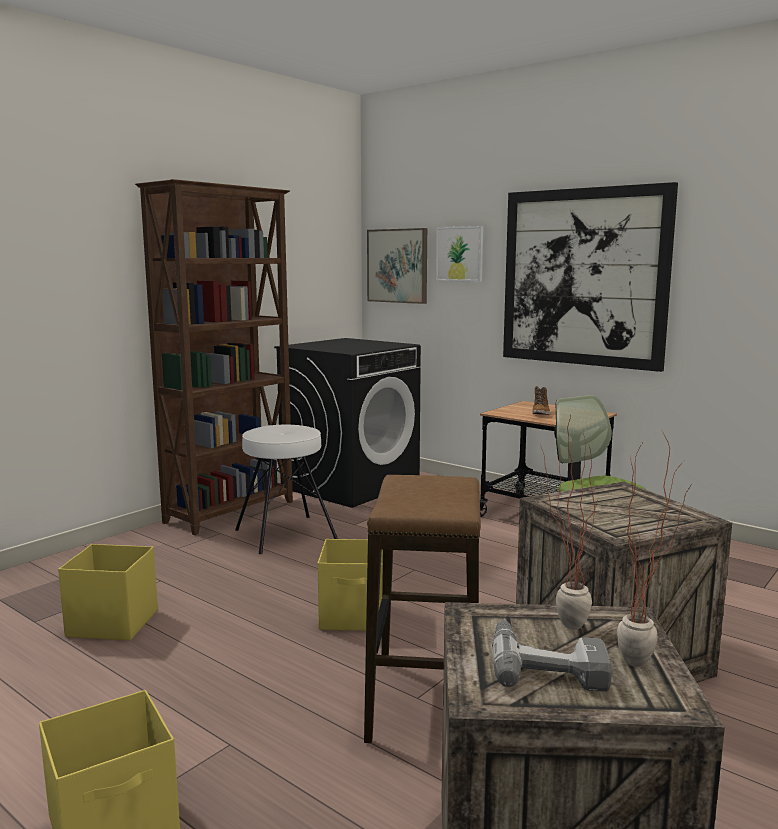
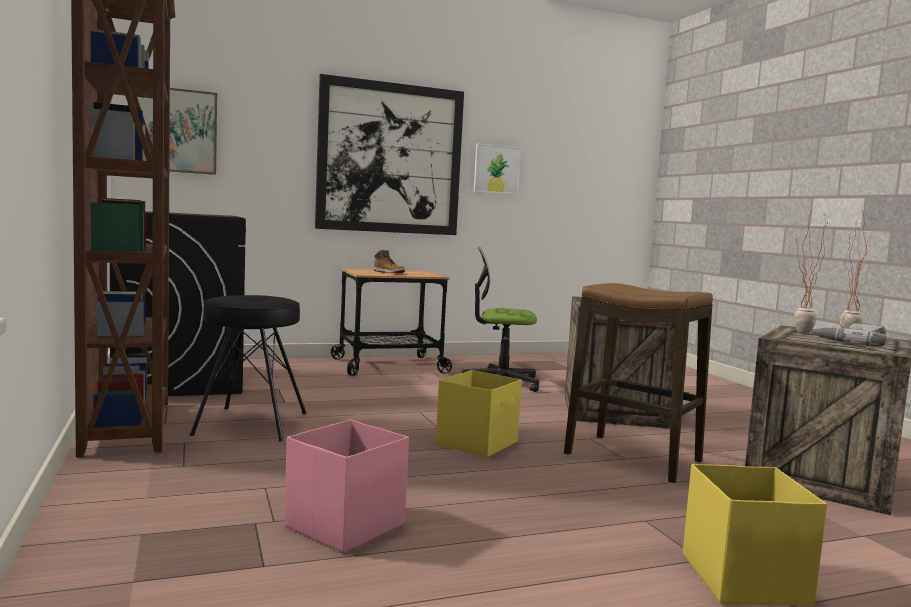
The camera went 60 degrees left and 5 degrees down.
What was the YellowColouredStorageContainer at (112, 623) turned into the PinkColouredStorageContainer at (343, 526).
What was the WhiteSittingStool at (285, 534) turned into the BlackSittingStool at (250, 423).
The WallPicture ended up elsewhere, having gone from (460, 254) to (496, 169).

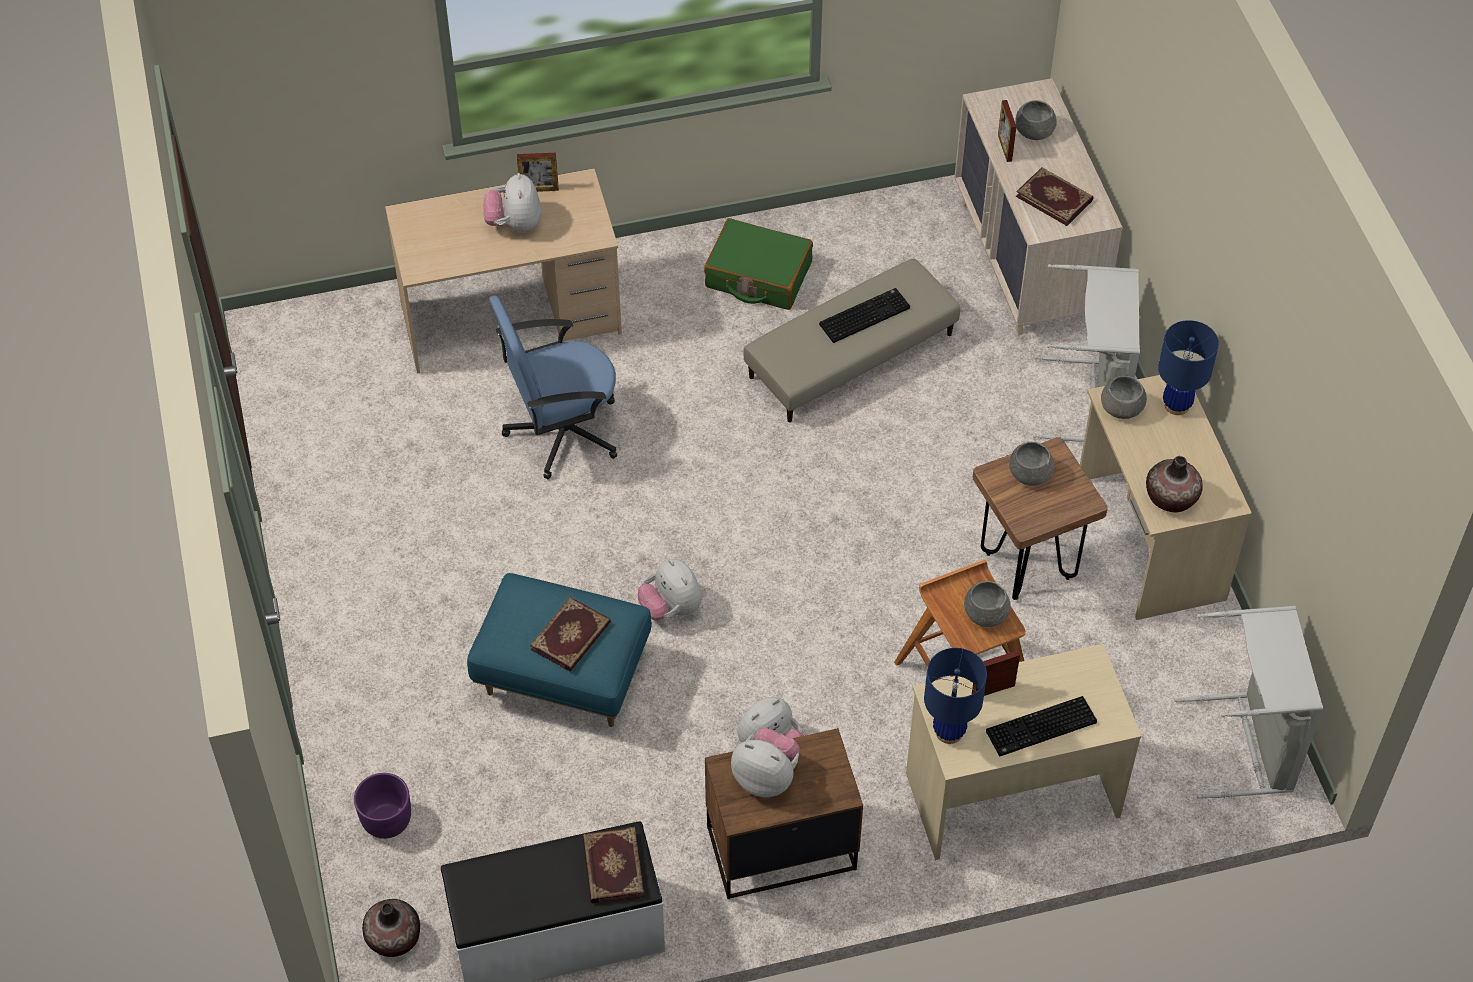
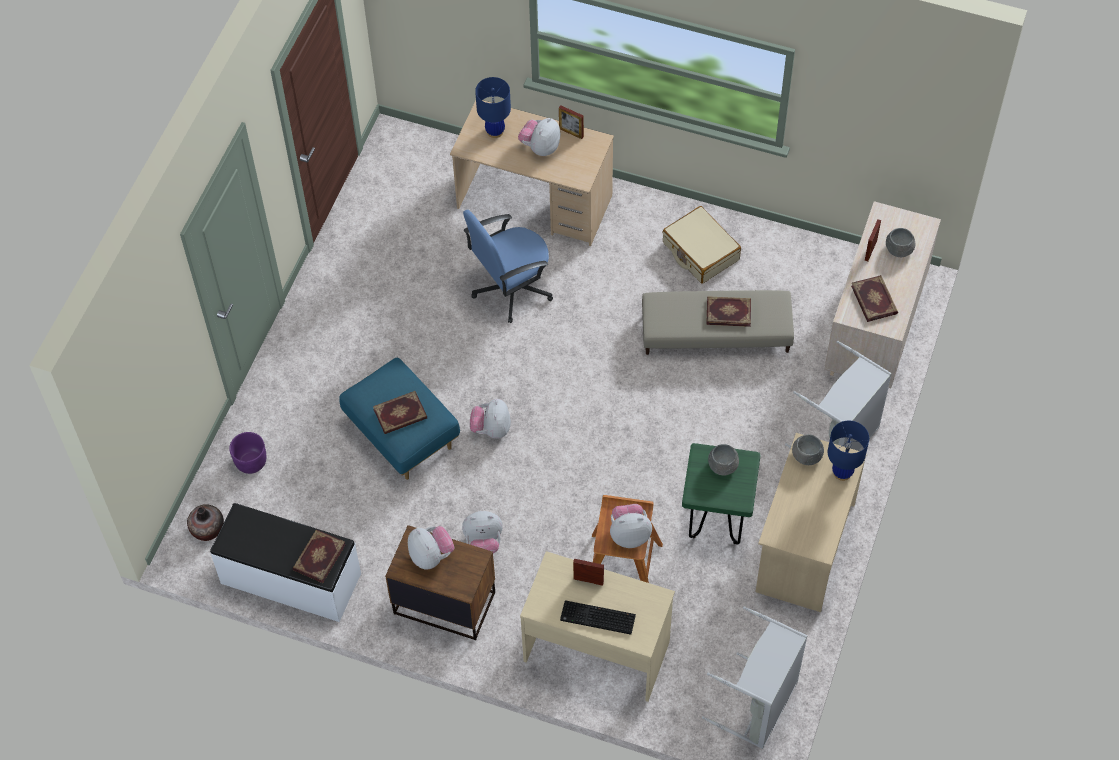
The camera went 35 degrees right and 5 degrees up.
The BluishComputerChair at (561, 432) ended up facing another way, 45 degrees counterclockwise from before.
What was the GreenishTravelCase at (758, 275) turned into the BeigeTravelCase at (700, 251).
Where the PcKeyboard stood at (864, 315), the Book came to stand at (728, 312).
The BluishTableLamp ended up elsewhere, having gone from (948, 731) to (495, 131).
Where the GreyServingBowl stood at (986, 614), the SoftToy came to stand at (629, 534).
What was the BrownColouredSittingStool at (1027, 566) turned into the GreenishSittingStool at (716, 521).
The second view lost the Vase at (1170, 498).

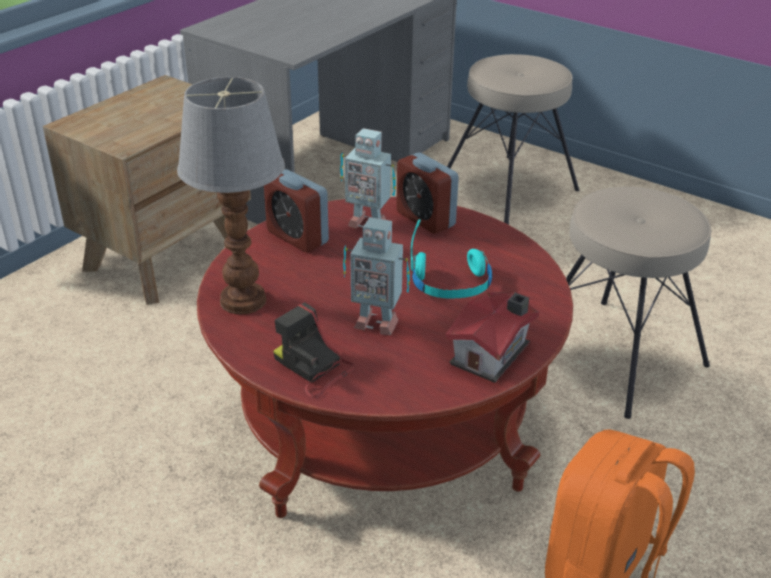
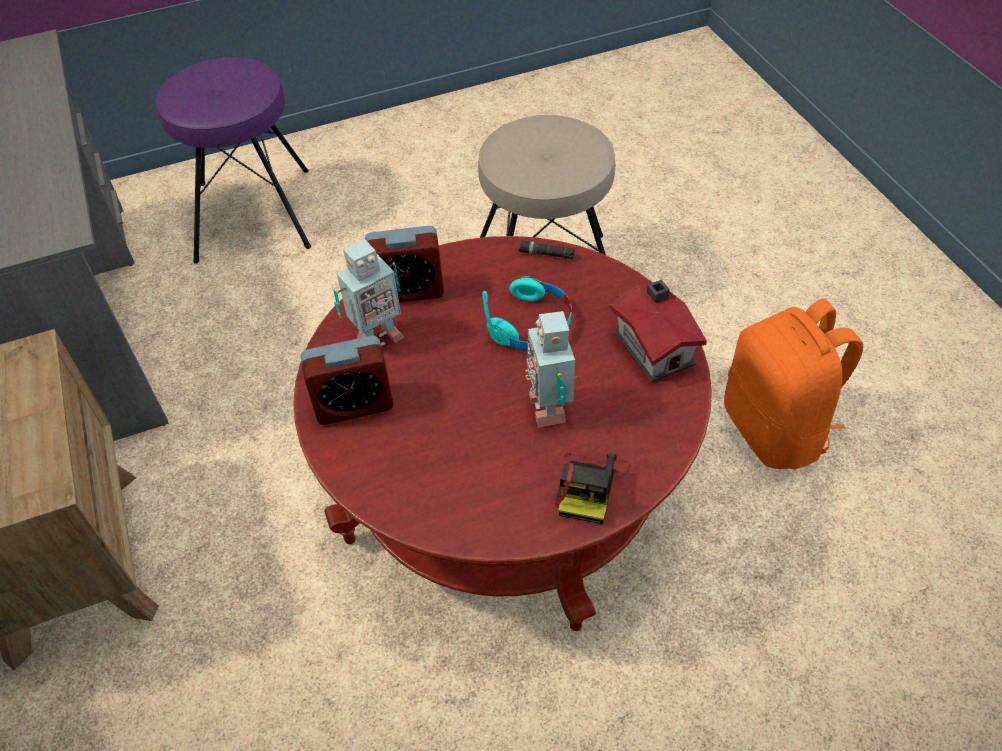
The camera went 55 degrees left and 15 degrees up.
The second view lost the TableLamp at (244, 299).
The StillCamera at (313, 368) ended up facing another way, 60 degrees counterclockwise from before.
The RobotFigure at (375, 322) ended up facing another way, 120 degrees clockwise from before.
What was the BeigeSittingStool at (509, 189) turned into the PurpleSittingStool at (255, 214).
The second view gained the BlackHandTorch at (546, 254).

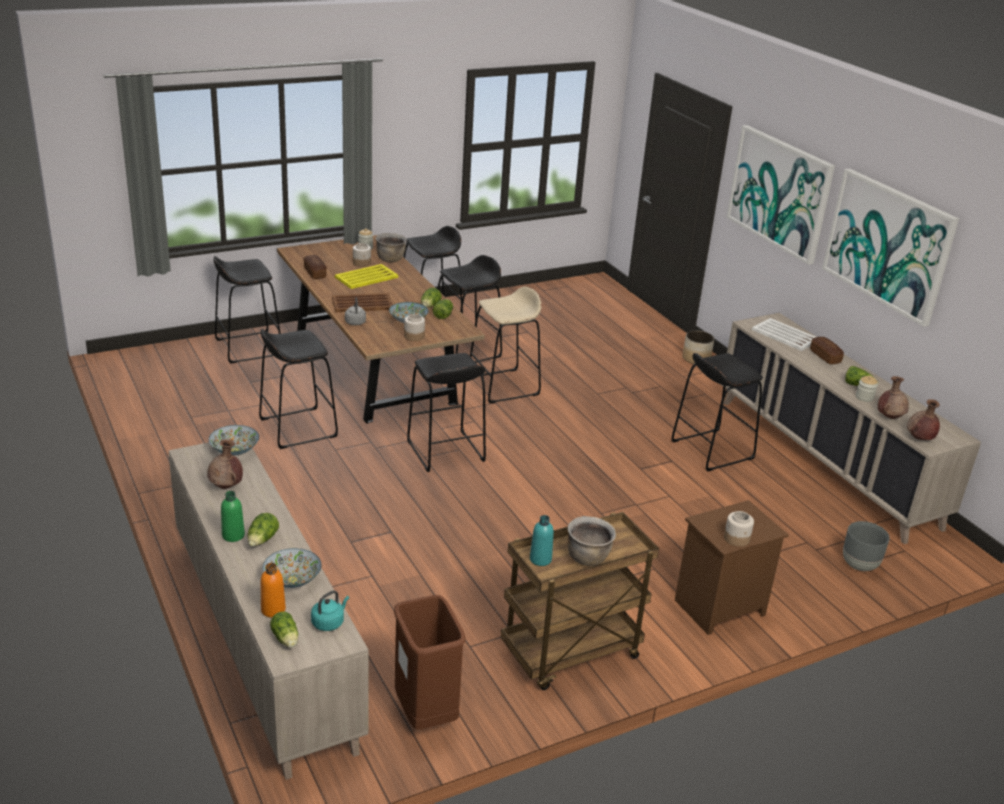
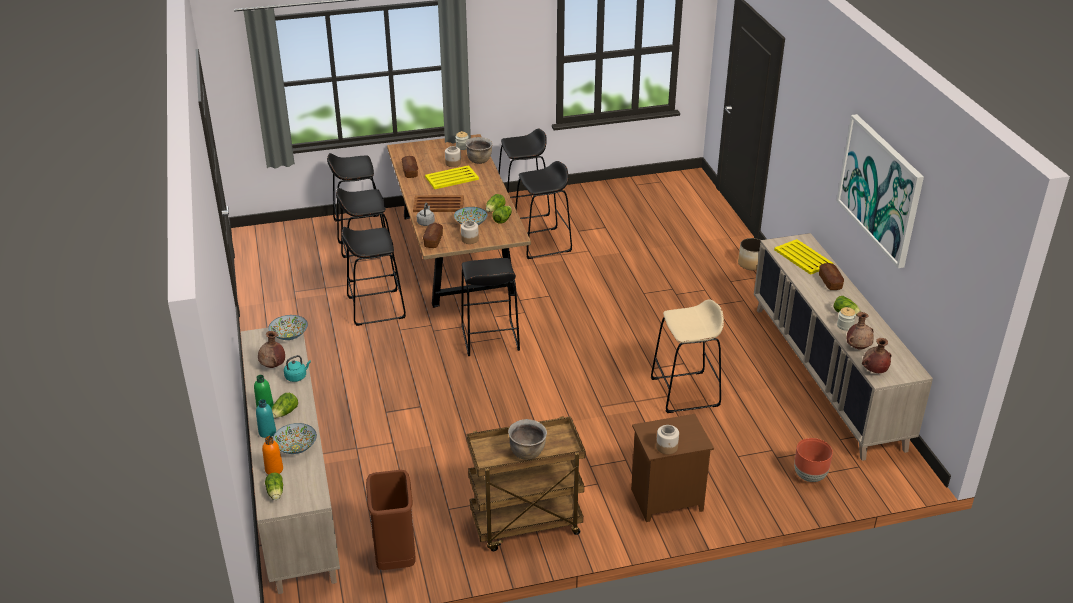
The camera went 15 degrees right and 5 degrees up.
The TurquoiseColouredWaterKettle ended up elsewhere, having gone from (329, 622) to (297, 376).
The BeigeSittingStool ended up elsewhere, having gone from (503, 386) to (685, 392).
The TurquoiseColouredDrinkBottle ended up elsewhere, having gone from (540, 559) to (267, 432).
The BlackSittingStool ended up elsewhere, having gone from (711, 450) to (369, 266).
The second view lost the WallPicture at (779, 192).
What was the WhiteTray at (785, 335) turned into the YellowColouredTray at (803, 258).
What was the GreyPlanter at (859, 565) turned into the BrownColouredPlanter at (809, 475).
The second view gained the Bread at (433, 240).

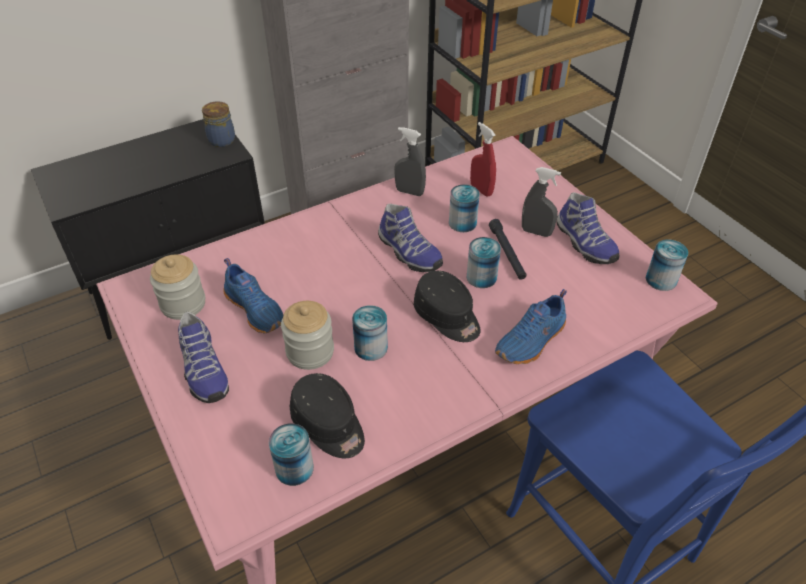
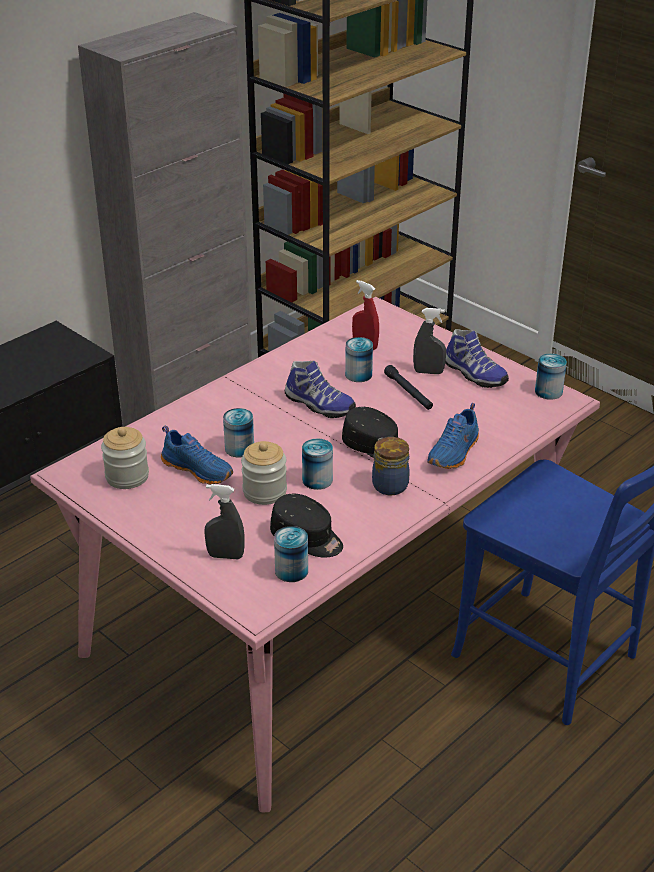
The camera went 15 degrees left and 10 degrees down.
The second view lost the LowShoe at (203, 371).
The StorageJar ended up elsewhere, having gone from (221, 139) to (389, 484).
The GreySprayBottle ended up elsewhere, having gone from (409, 192) to (225, 556).
The MetalCan ended up elsewhere, having gone from (481, 277) to (239, 448).

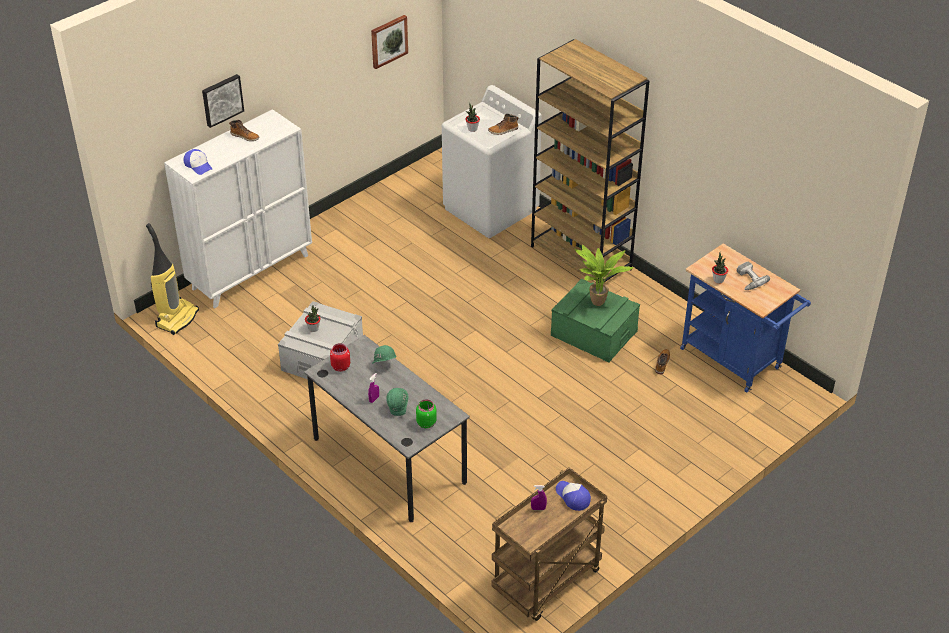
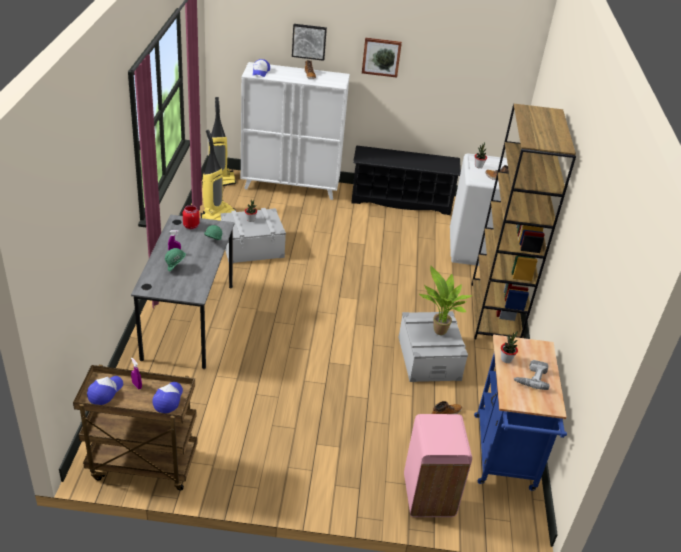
The camera went 45 degrees right and 5 degrees down.
The WallPicture ended up elsewhere, having gone from (388, 41) to (381, 57).
The second view lost the GreenishStorageJar at (426, 423).
What was the GreenishStorageContainer at (593, 333) turned into the GreyStorageContainer at (429, 358).
The second view gained the PeakedCap at (105, 392).
The second view gained the Hoover at (217, 215).
The second view gained the BlackShoeRack at (401, 200).
The second view gained the PinkColouredRubbishBin at (428, 496).

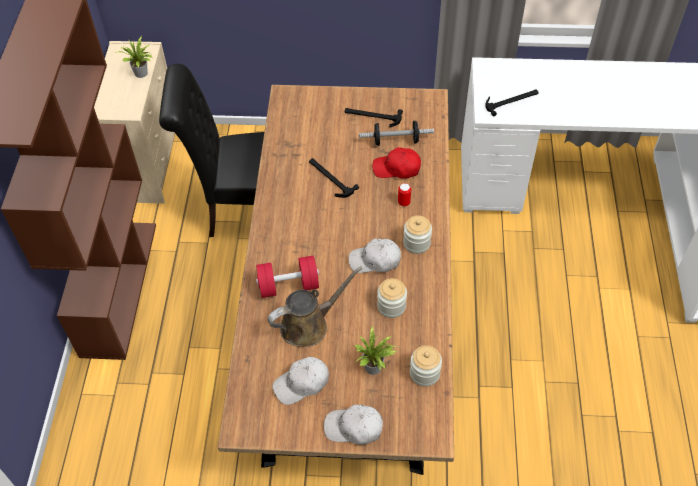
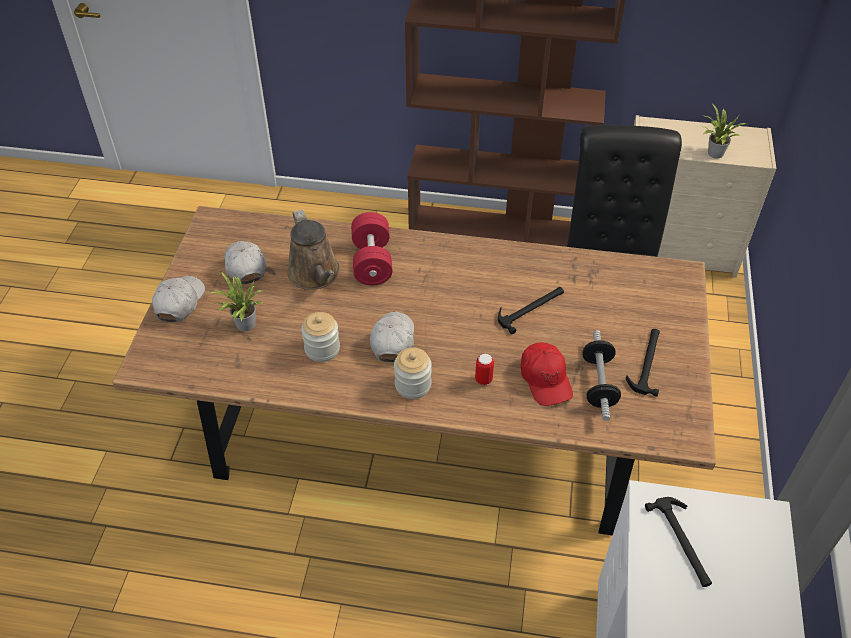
The camera went 95 degrees right and 5 degrees down.
The RedColouredPeakedCap at (397, 168) ended up facing another way, 150 degrees clockwise from before.
The second view lost the StorageJar at (424, 373).

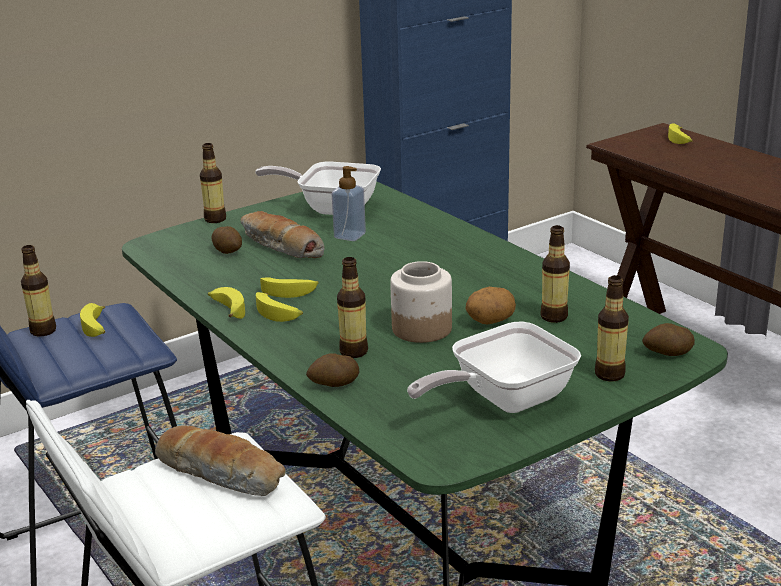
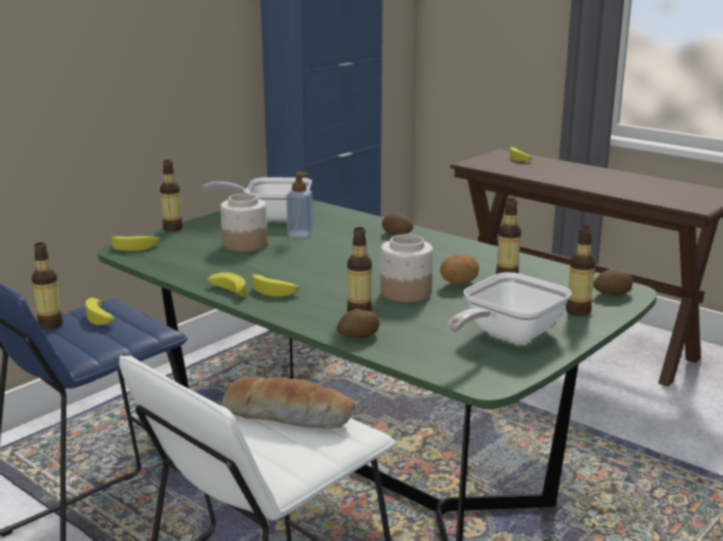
The camera went 15 degrees left and 5 degrees down.
The WholePotato ended up elsewhere, having gone from (228, 251) to (397, 234).
Where the Bread stood at (280, 246), the StorageJar came to stand at (244, 244).
The Banana ended up elsewhere, having gone from (289, 291) to (136, 246).

